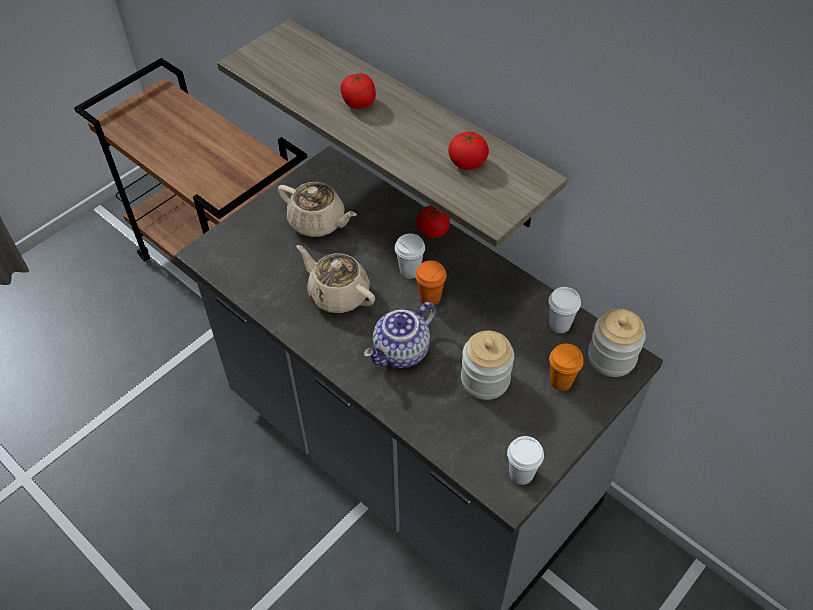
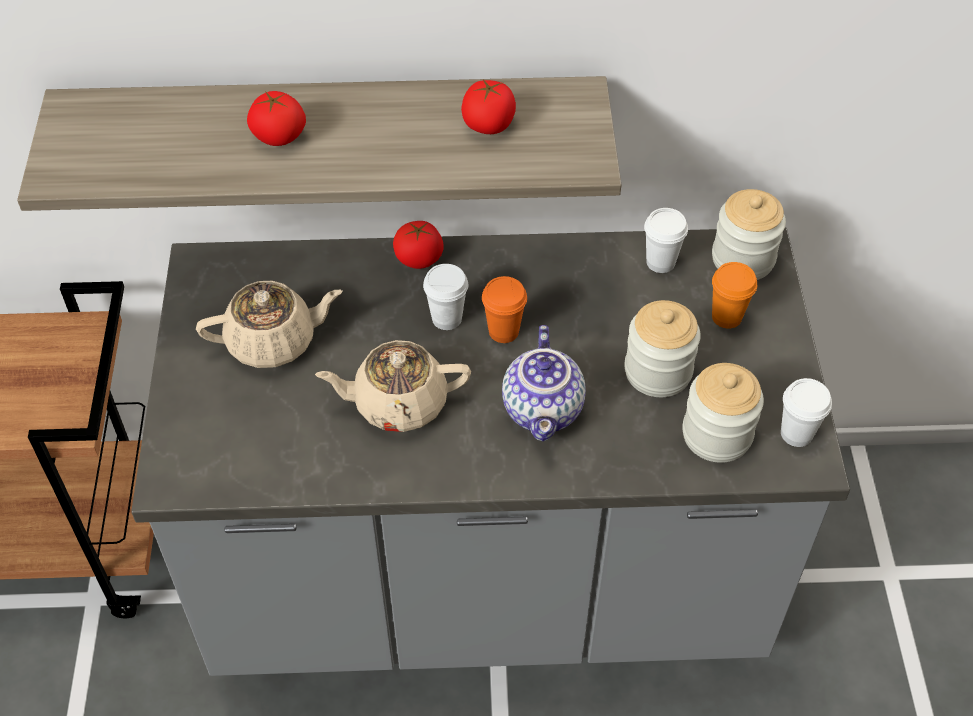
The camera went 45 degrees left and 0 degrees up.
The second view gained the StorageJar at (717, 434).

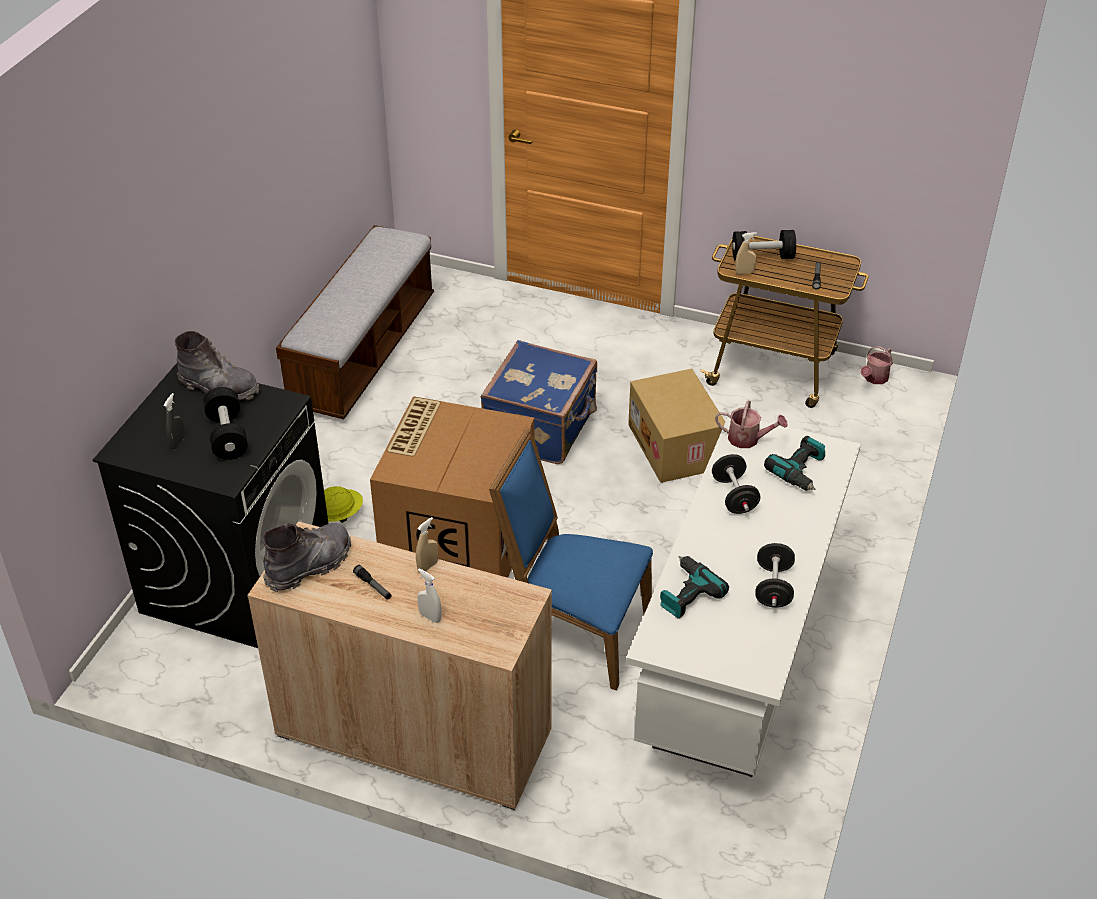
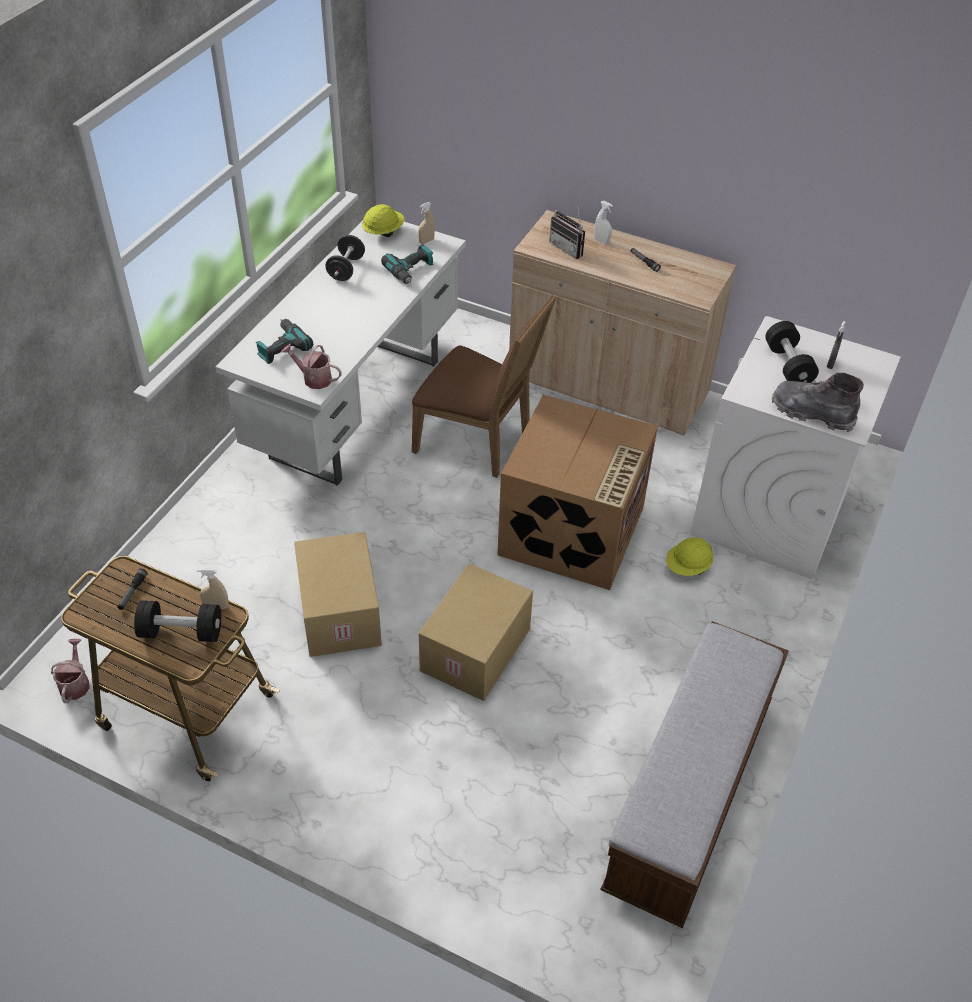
The camera went 175 degrees left and 5 degrees up.
What was the BlackLaundryMachine at (237, 578) turned into the WhiteLaundryMachine at (770, 513).
The second view lost the GreyHighTopBoot at (310, 565).
The BeigeSprayBottle ended up elsewhere, having gone from (428, 566) to (426, 241).
Where the BluishTravelCase stood at (542, 428), the PackingBox came to stand at (476, 651).
What was the BluishChair at (574, 632) turned into the BrownColouredChair at (479, 442).
The second view lost the BlackHandWeight at (734, 496).
The WateringCan at (874, 378) ended up facing another way, 45 degrees counterclockwise from before.
The second view gained the YellowColouredHardHat at (383, 232).
The second view gained the Radio at (569, 248).

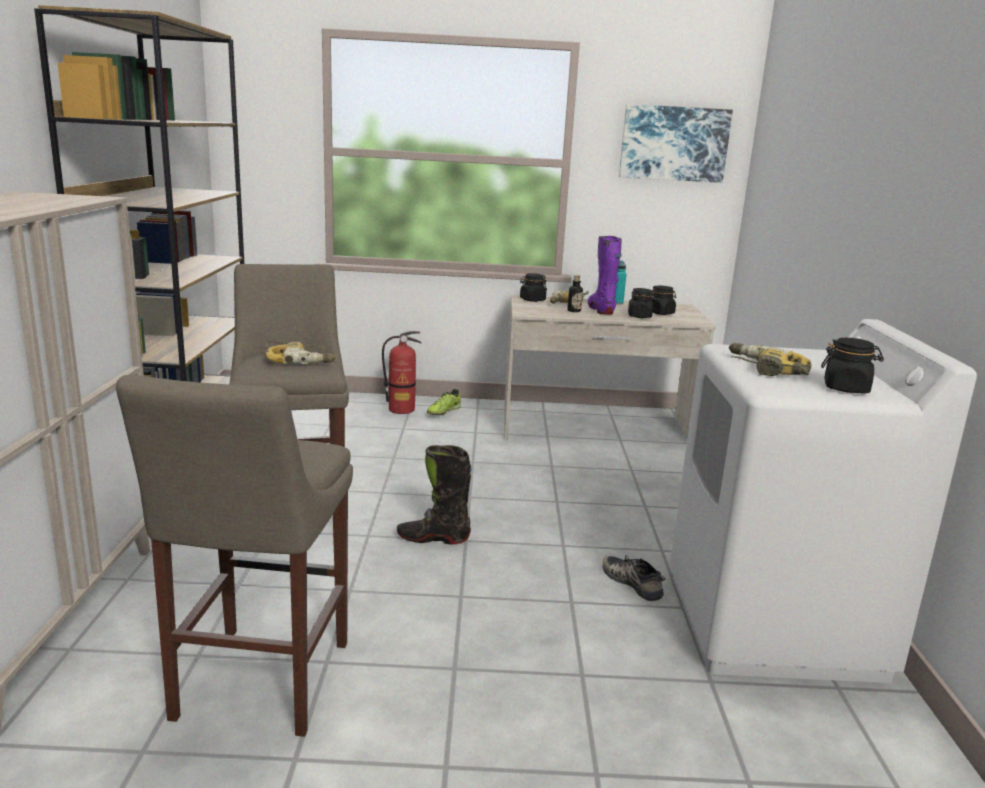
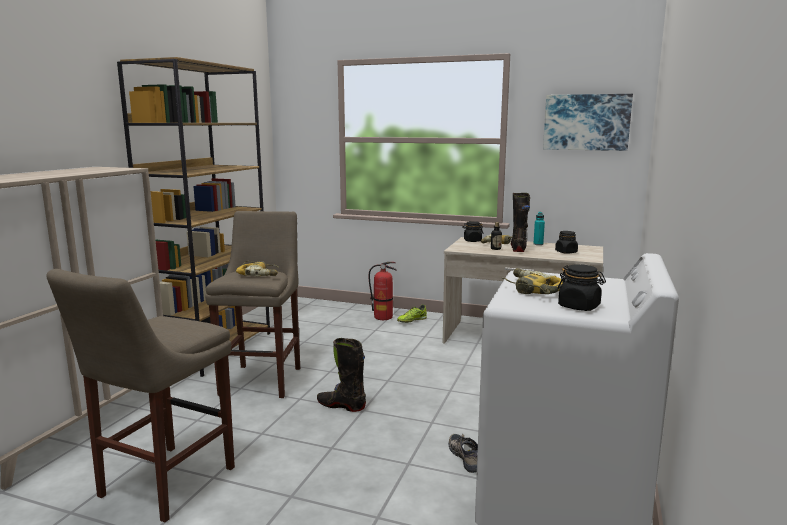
The camera went 20 degrees right and 5 degrees down.
What was the PurpleHighTopBoot at (601, 310) turned into the BlackHighTopBoot at (518, 249).
The second view lost the BlackStorageJar at (639, 316).

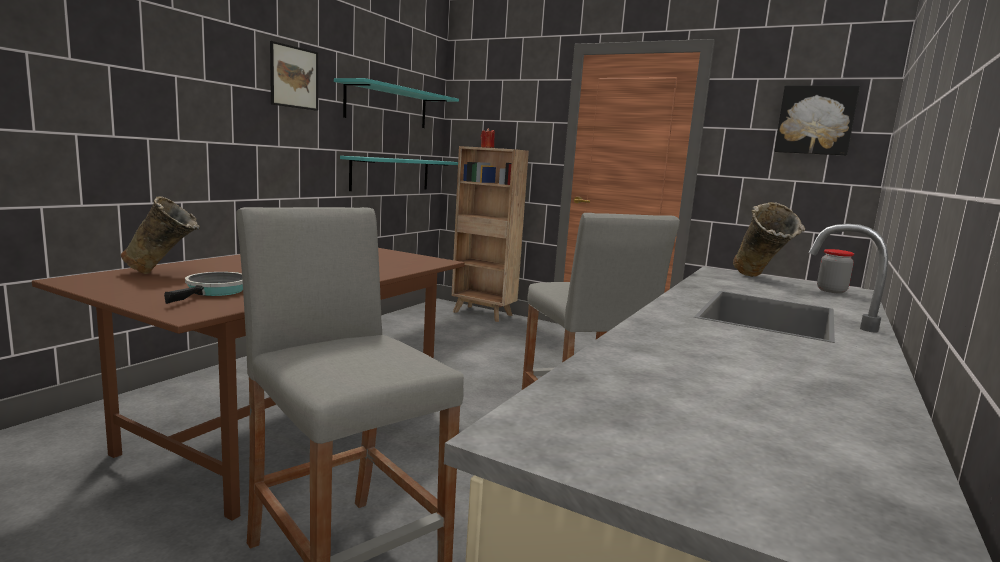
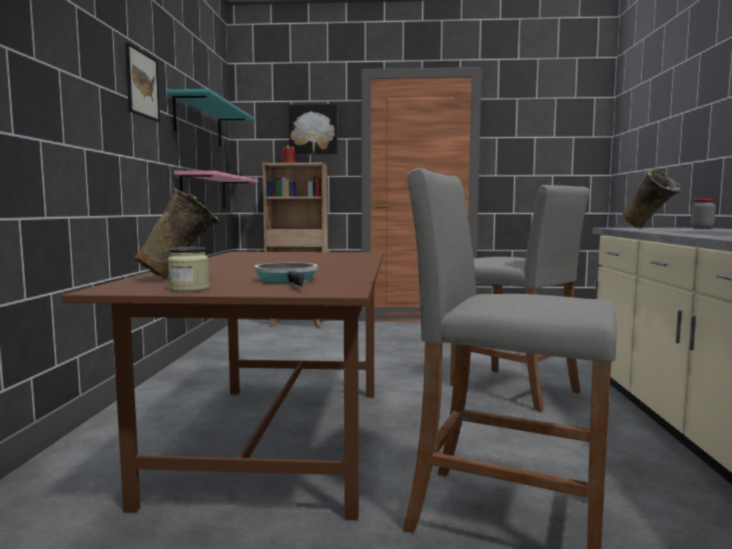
The camera went 25 degrees left and 5 degrees down.
What was the TurquoiseColouredShelf at (391, 174) turned into the PinkColouredShelf at (204, 192).
The WallPicture ended up elsewhere, having gone from (815, 120) to (313, 129).
The second view gained the StorageJar at (189, 289).

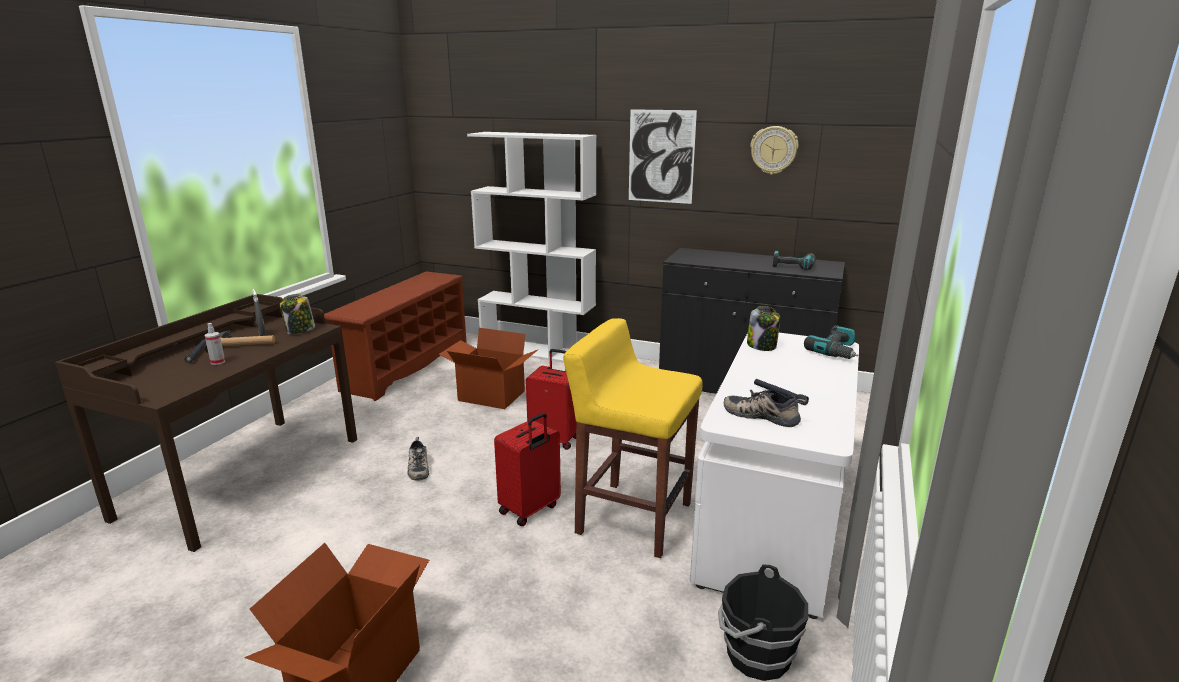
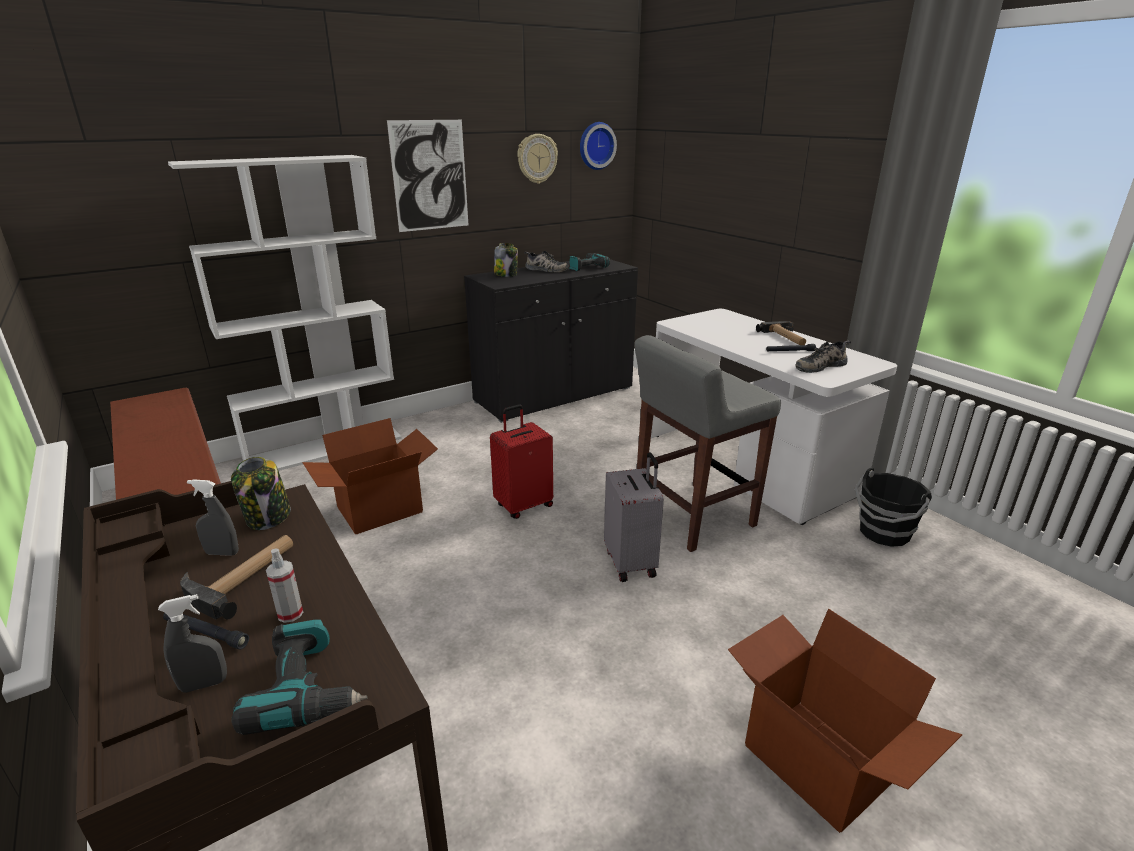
The camera went 55 degrees left and 5 degrees up.
The LowShoe ended up elsewhere, having gone from (417, 467) to (545, 269).
What was the RedColouredTravelCase at (530, 510) turned into the GreyTravelCase at (631, 563).
What was the YellowColouredSittingStool at (632, 517) turned into the GreySittingStool at (692, 516).
The StorageJar ended up elsewhere, having gone from (762, 346) to (506, 274).
The PowerDrill ended up elsewhere, having gone from (836, 351) to (309, 689).
The second view gained the GreySprayBottle at (204, 684).
The second view gained the ClockOnTheWall at (595, 146).
The second view gained the HandHammer at (786, 337).

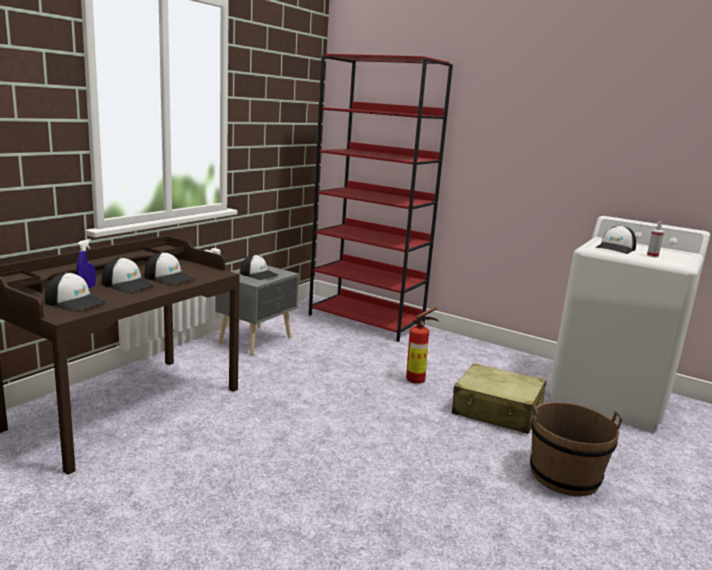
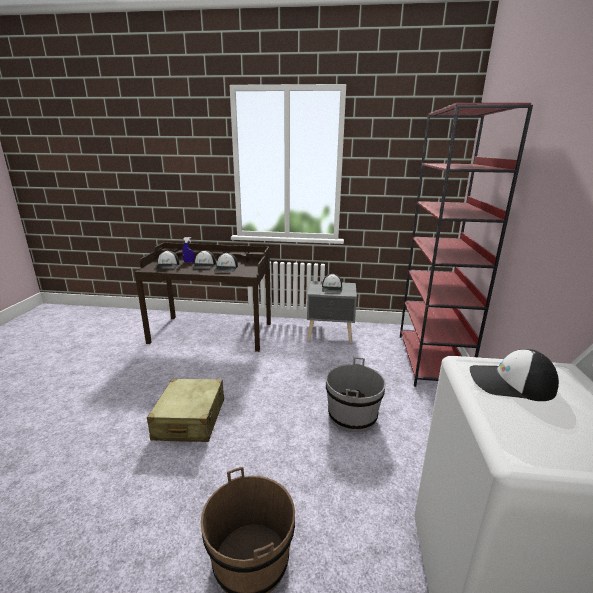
The camera went 65 degrees right and 5 degrees up.
Where the Extinguisher stood at (418, 380), the GreyWaterBucket came to stand at (352, 416).
The BeigeTravelCase ended up elsewhere, having gone from (497, 411) to (190, 419).
The second view lost the SprayBottle at (652, 256).

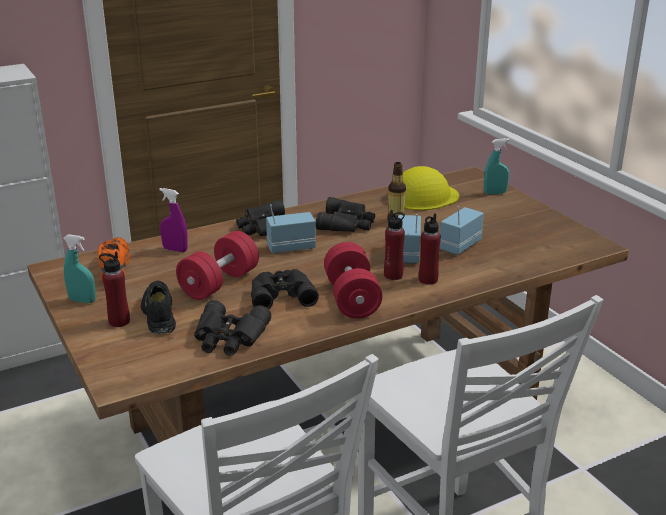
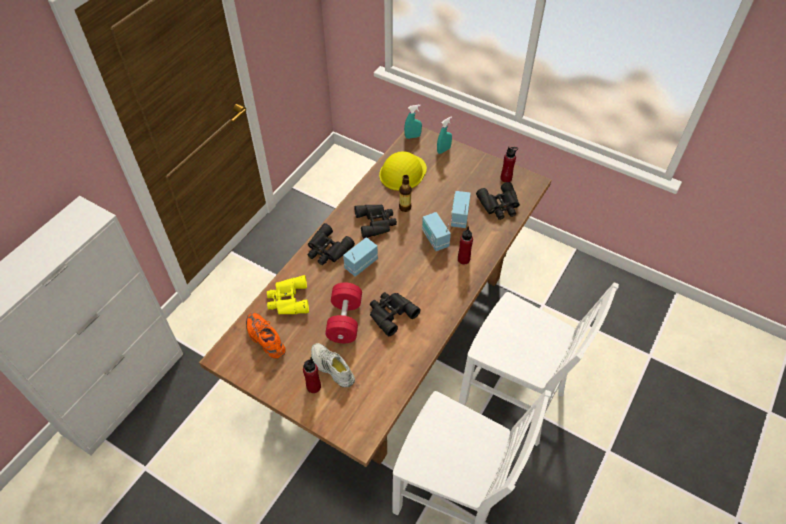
The camera went 30 degrees left and 25 degrees up.
The TurquoiseColouredSprayBottle ended up elsewhere, having gone from (82, 300) to (412, 136).
What was the BlackLowShoe at (158, 314) turned into the WhiteLowShoe at (331, 368).
Where the PurpleSprayBottle stood at (175, 250), the YellowColouredPairOfBinoculars came to stand at (287, 300).
The BlackPairOfBinoculars ended up elsewhere, having gone from (229, 337) to (500, 205).
The second view lost the RedColouredHandWeight at (351, 298).
The RedColouredDrinkBottle ended up elsewhere, having gone from (393, 275) to (506, 178).

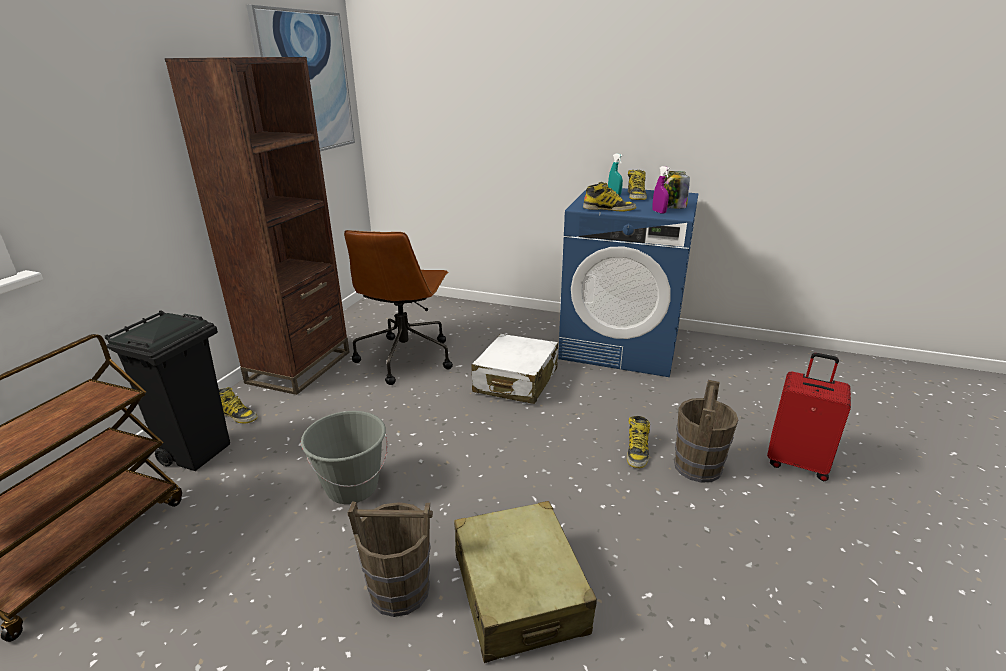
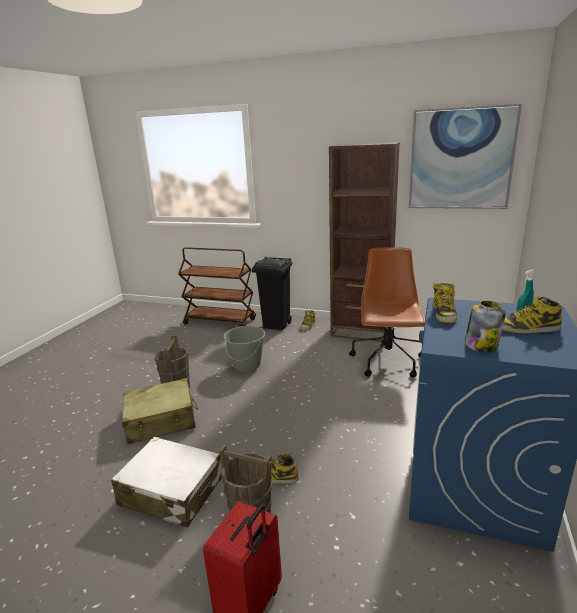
The camera went 90 degrees right and 5 degrees down.
The BrownColouredComputerChair at (405, 357) ended up facing another way, 90 degrees clockwise from before.
The WhiteTravelCase ended up elsewhere, having gone from (516, 381) to (171, 492).
The second view lost the PurpleSprayBottle at (659, 212).

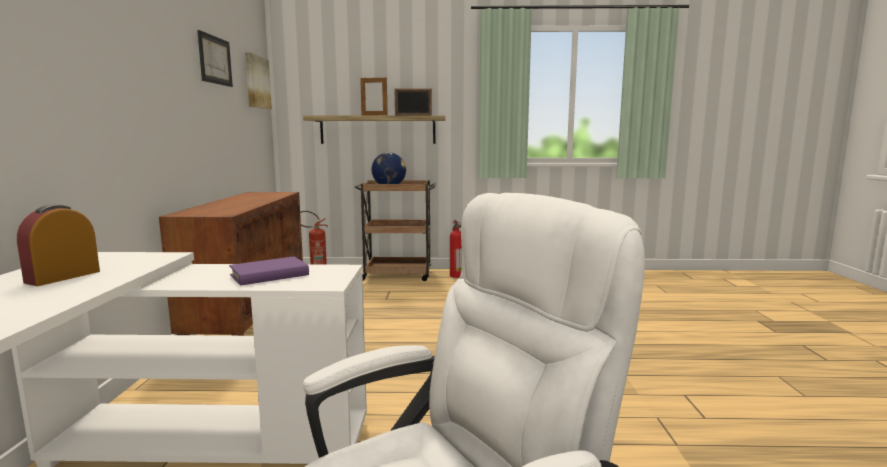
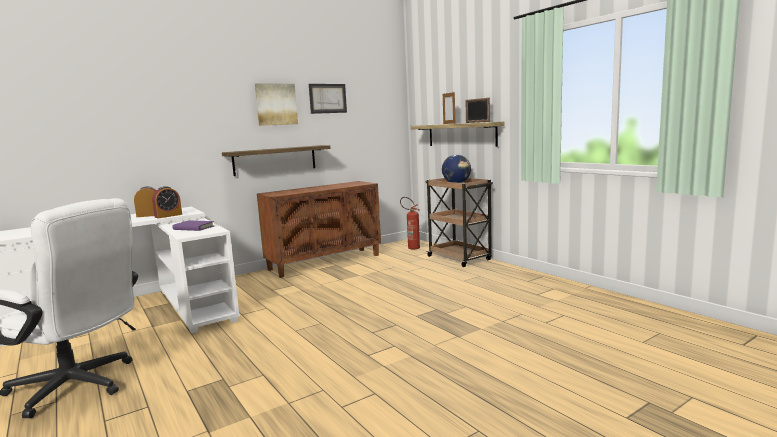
The camera went 55 degrees right and 0 degrees up.
The WallPicture ended up elsewhere, having gone from (256, 82) to (276, 104).
The second view lost the Extinguisher at (455, 275).
The second view gained the TableClock at (168, 216).
The second view gained the Shelf at (275, 160).

